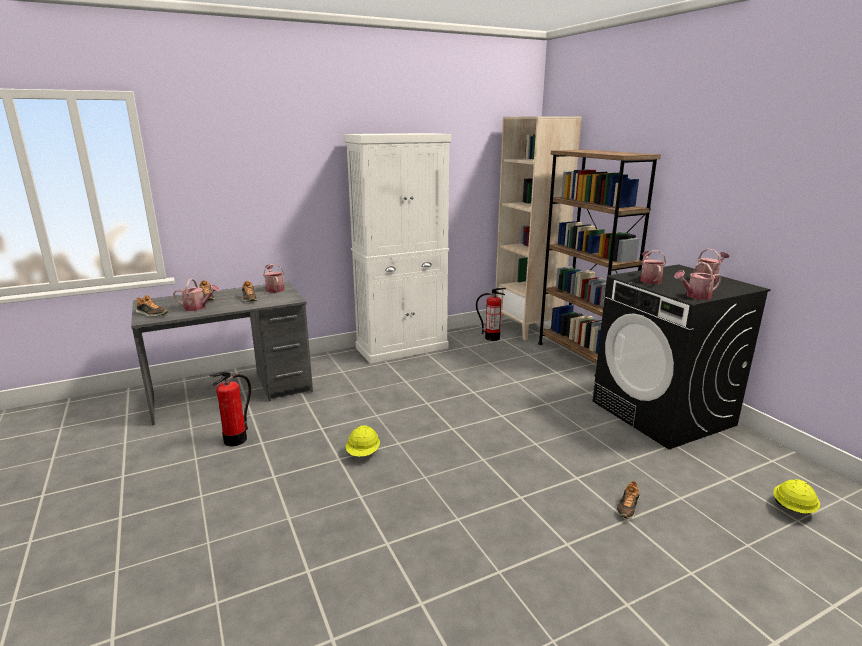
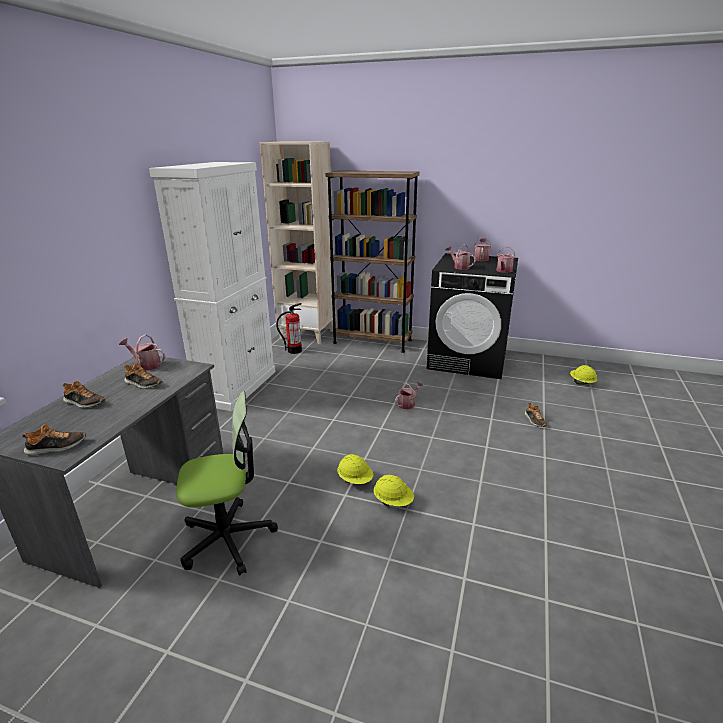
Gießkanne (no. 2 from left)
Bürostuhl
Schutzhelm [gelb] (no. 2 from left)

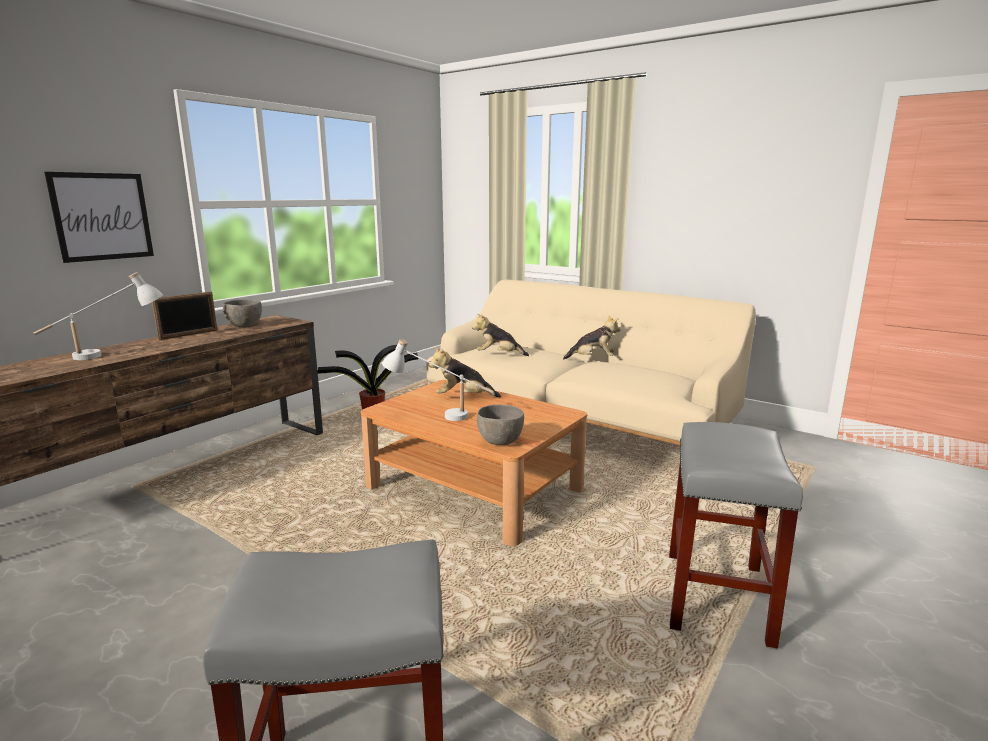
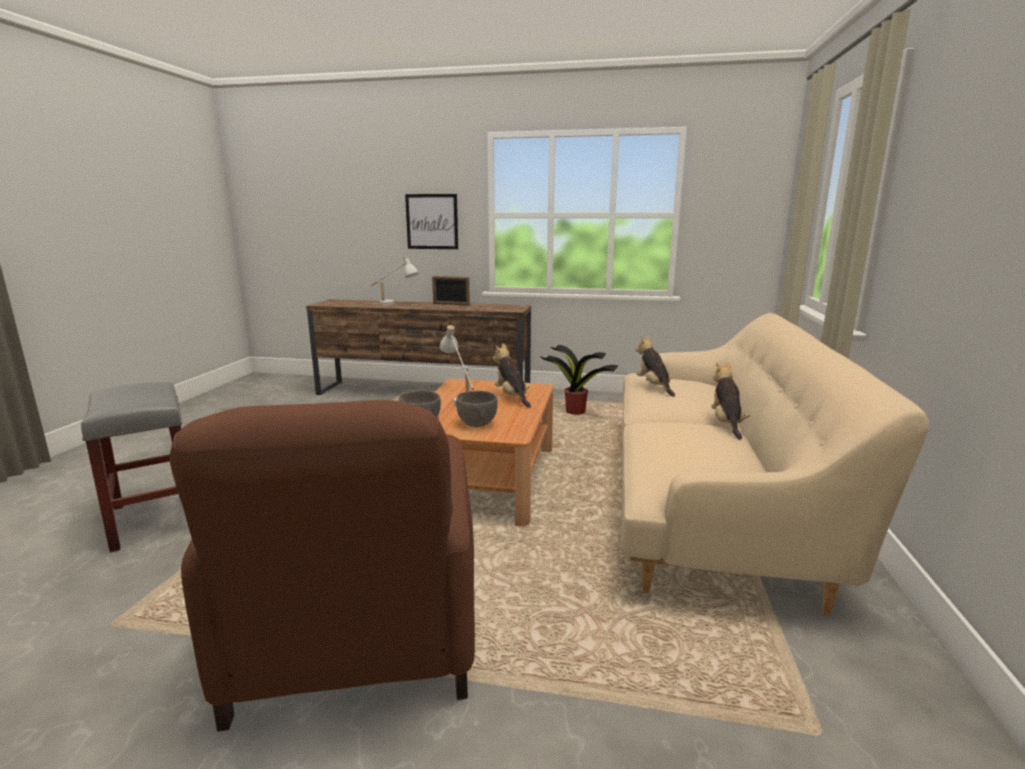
Schüssel [grau] (no. 2 from left)
Plüschtier (no. 3 from left)
Sessel [braun]

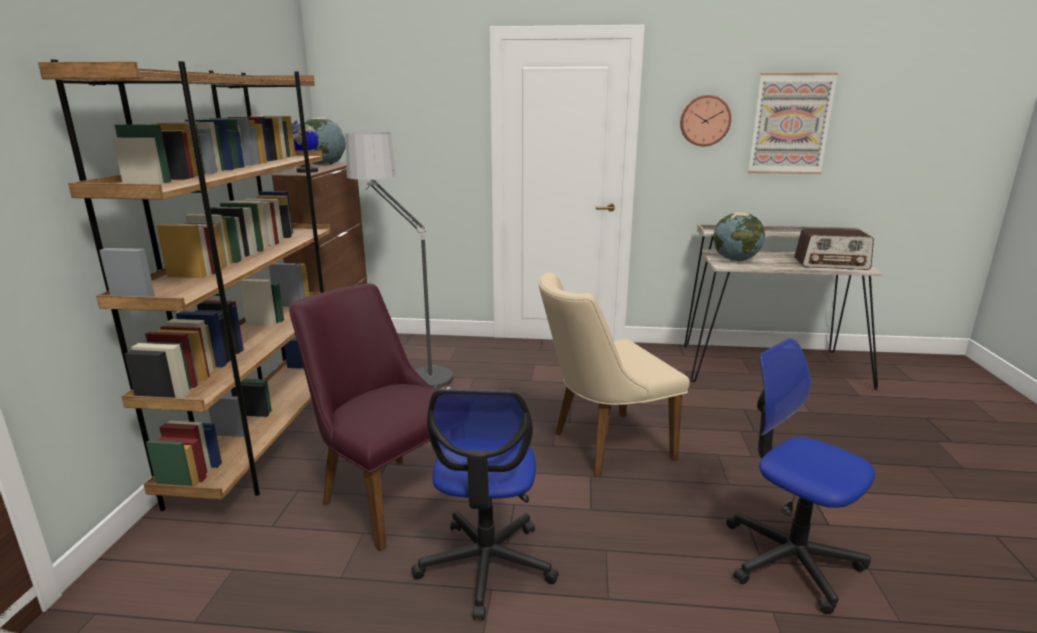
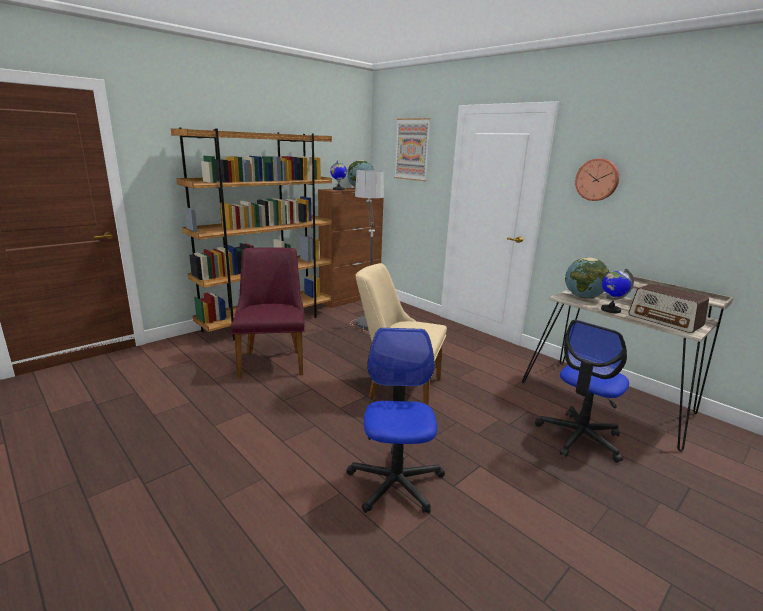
Bild
Bürostuhl (no. 2 from left)
Globus (no. 4 from left)

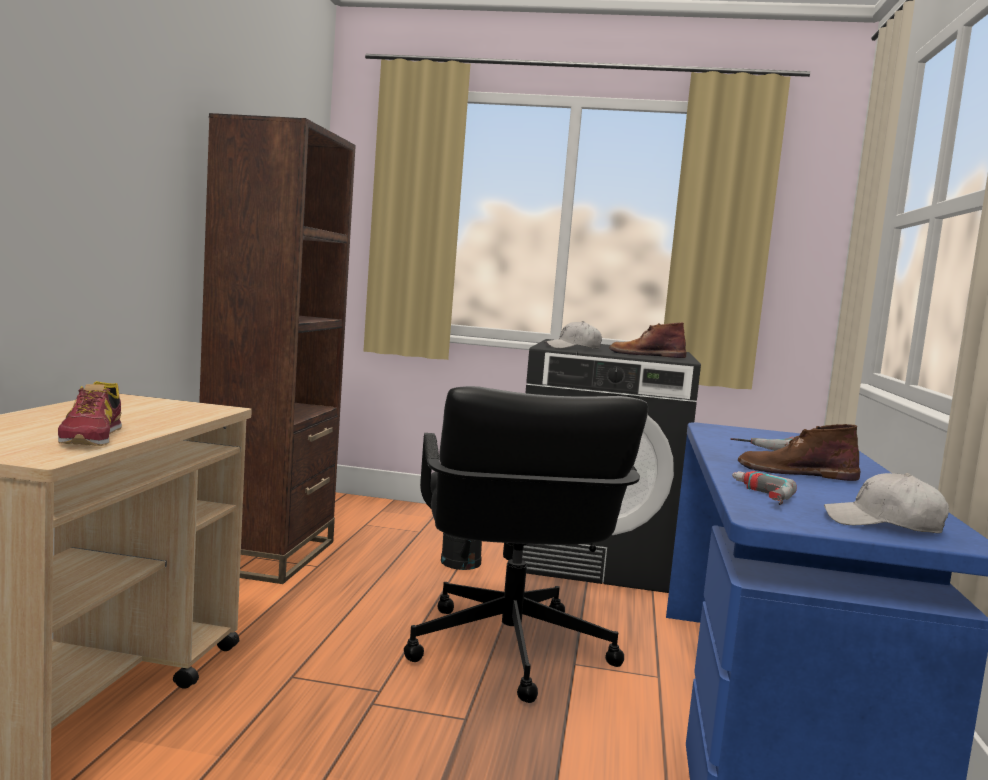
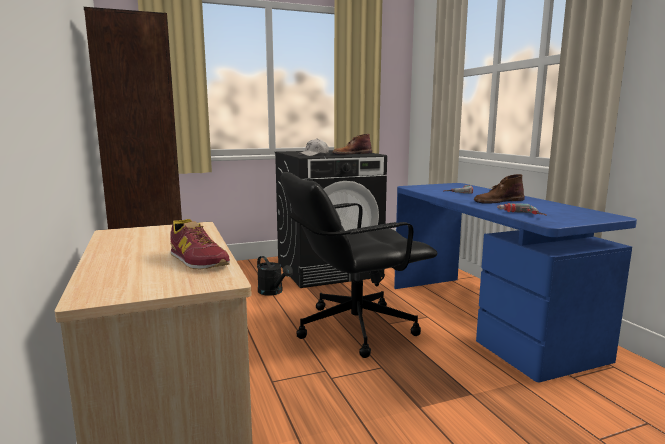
Bürostuhl [schwarz]
Kappe [weiß] (no. 2 from left in the first image)

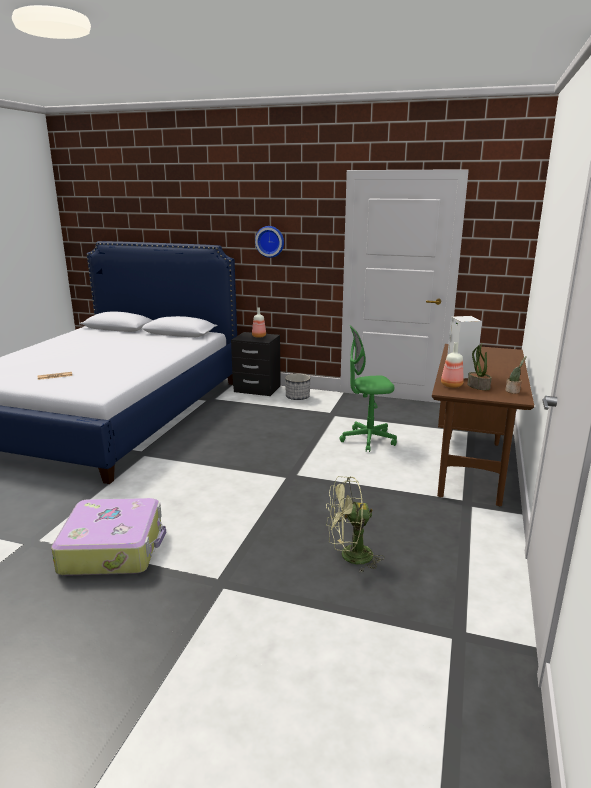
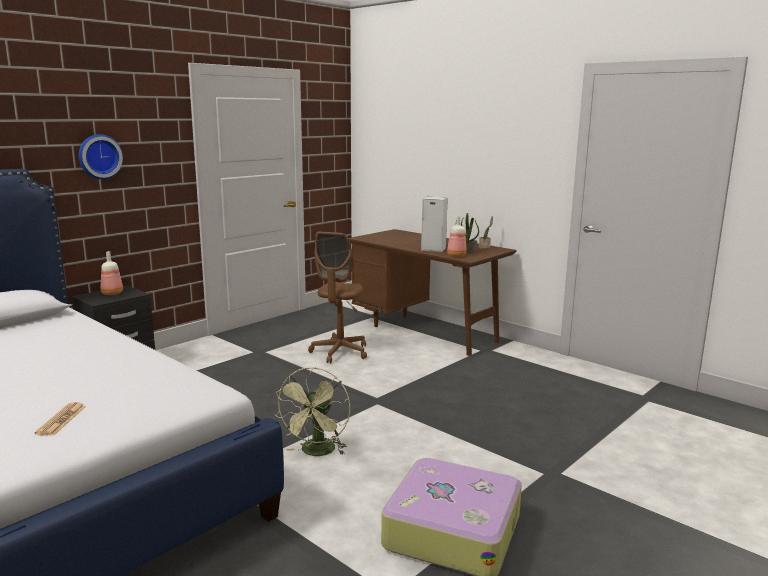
Bürostuhl [braun]
Pflanzkübel
Ventilator [grün]

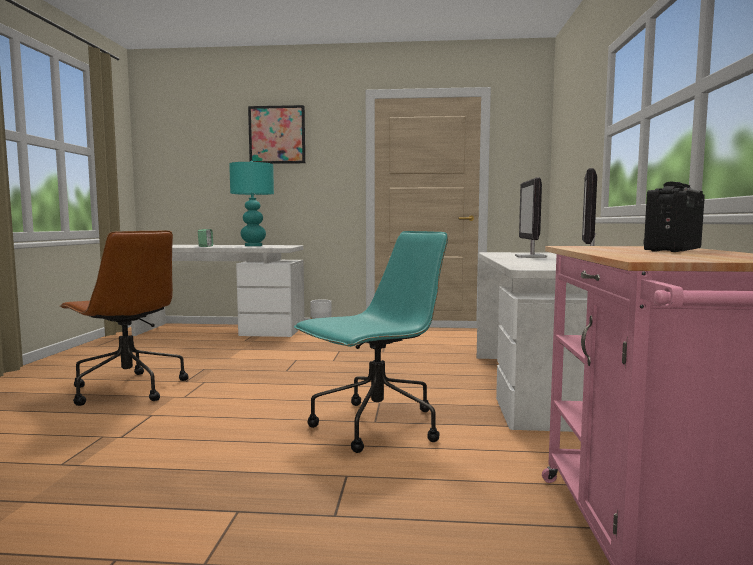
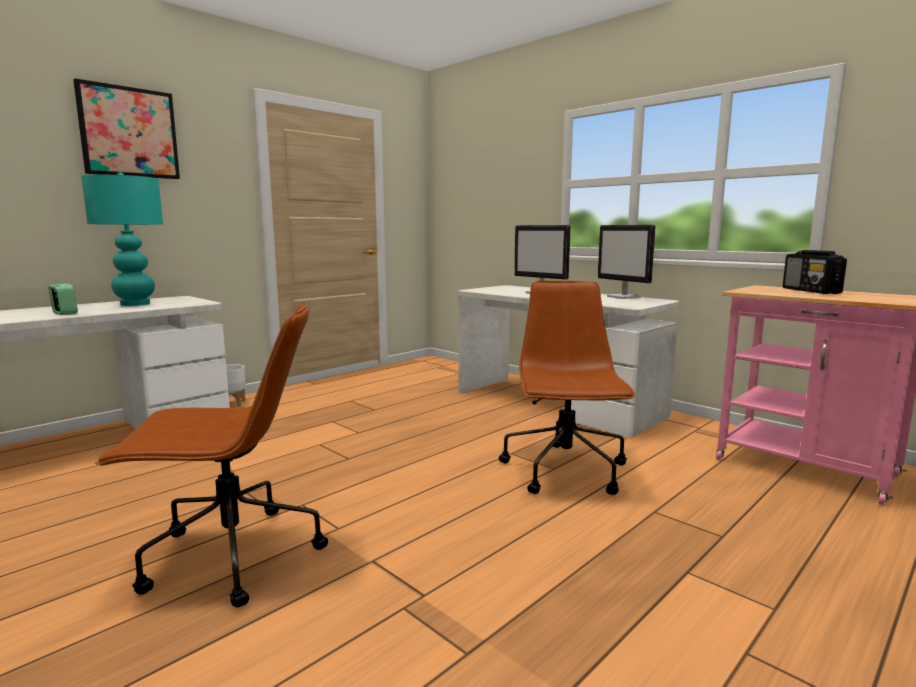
Bürostuhl [braun] (no. 2 from left)

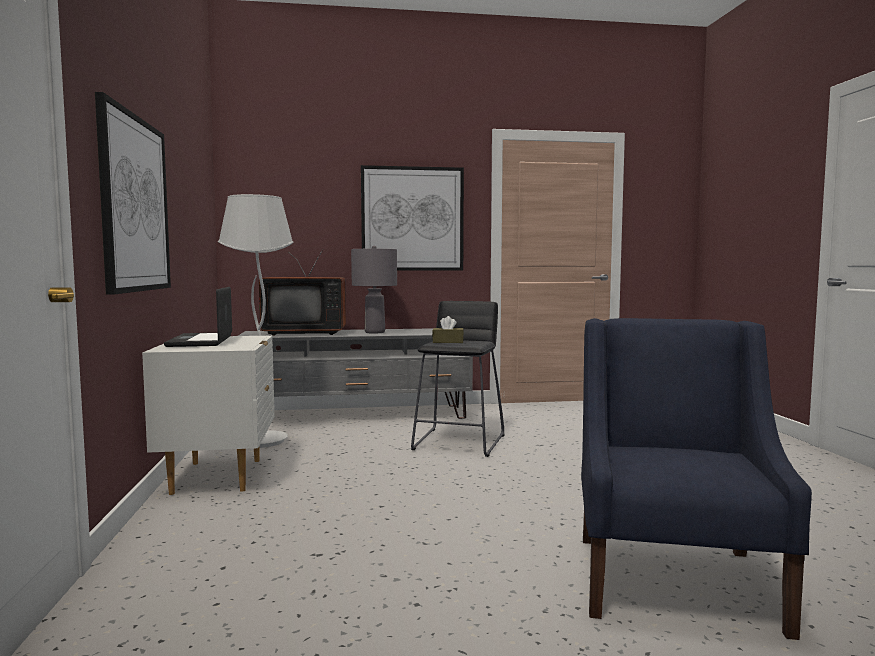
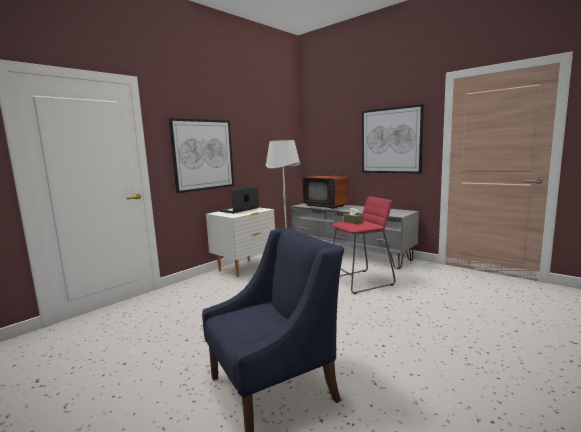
Tischlampe [grau]
Hocker [rot]

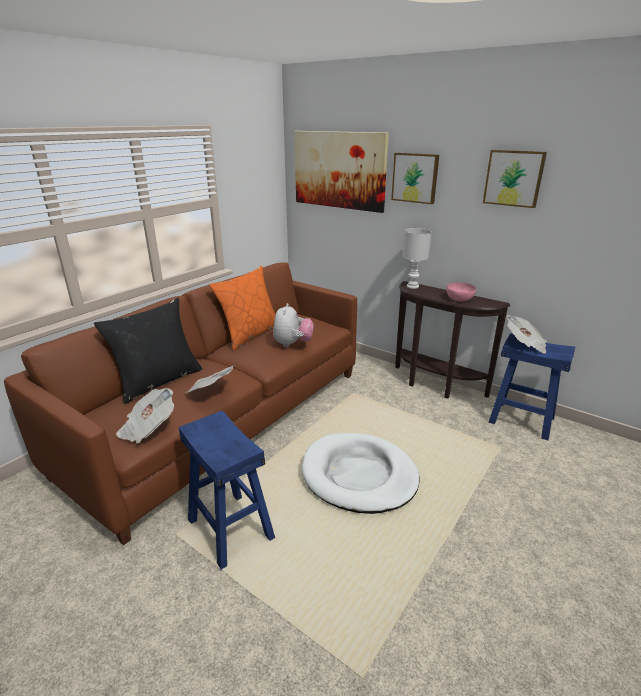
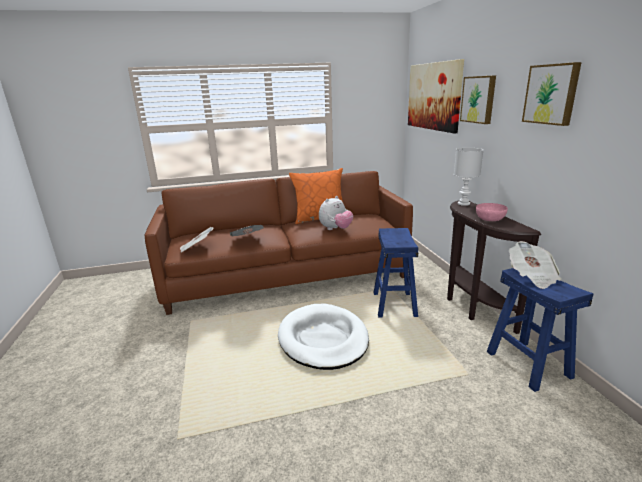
Kissen [schwarz]
Hocker [blau] (no. 1 from left)

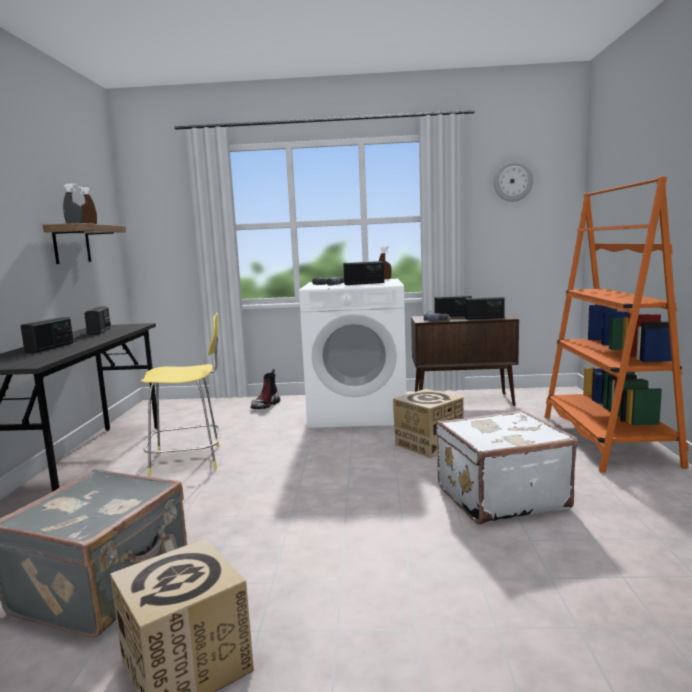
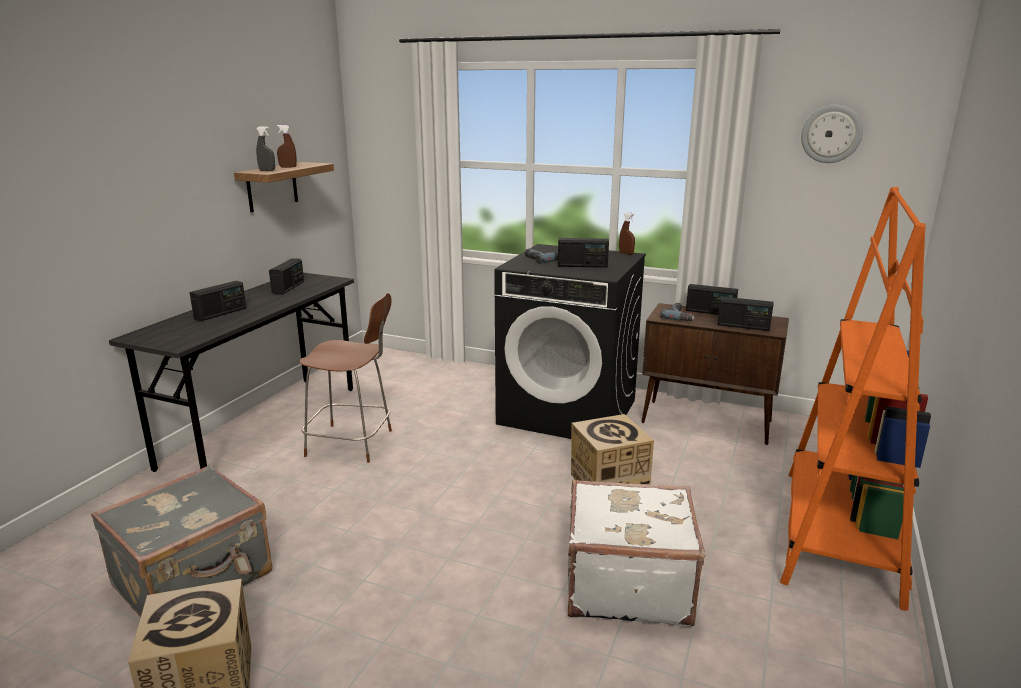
Waschmaschine [schwarz]
Hocker [braun]
Stiefel

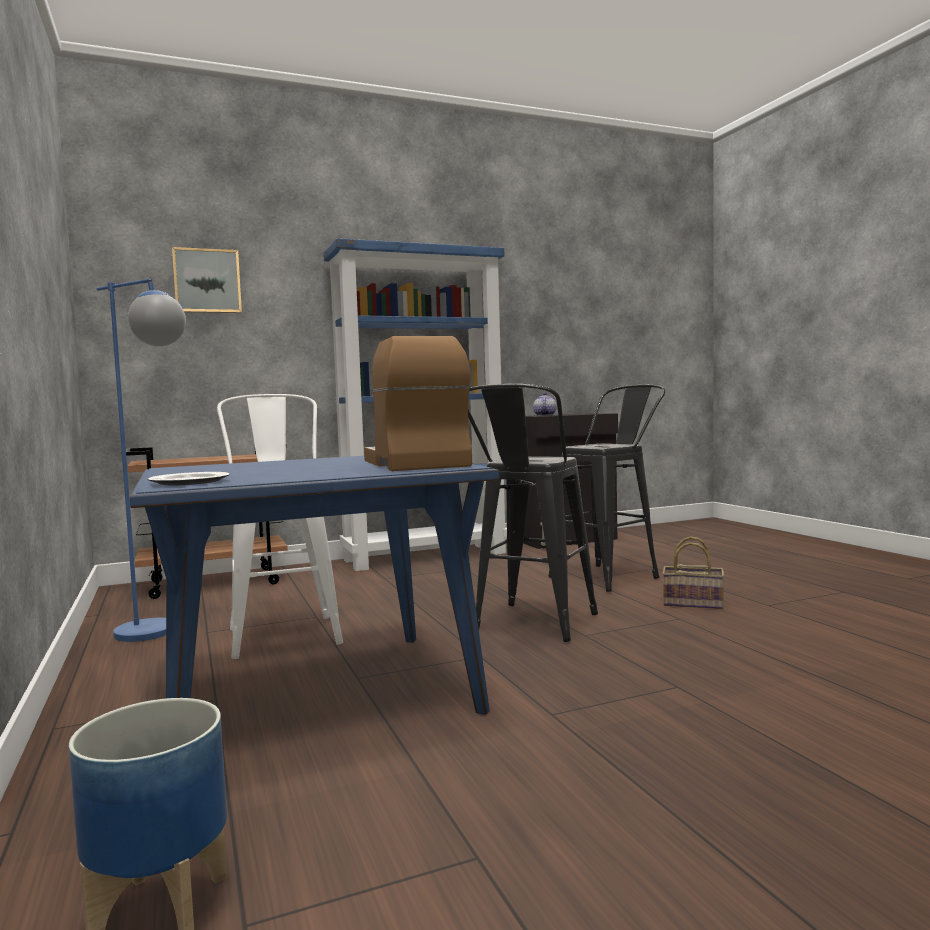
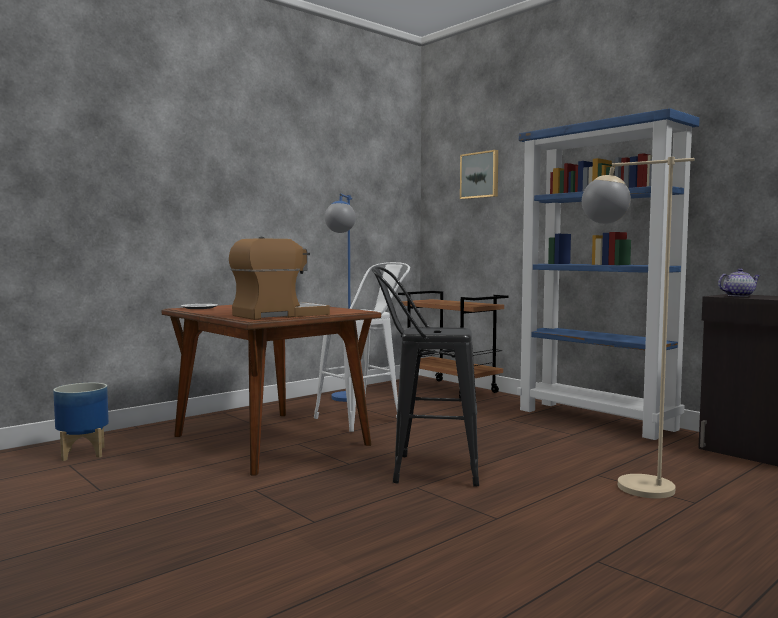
Stehlampe [beige]
Esstisch [braun]
Korb

